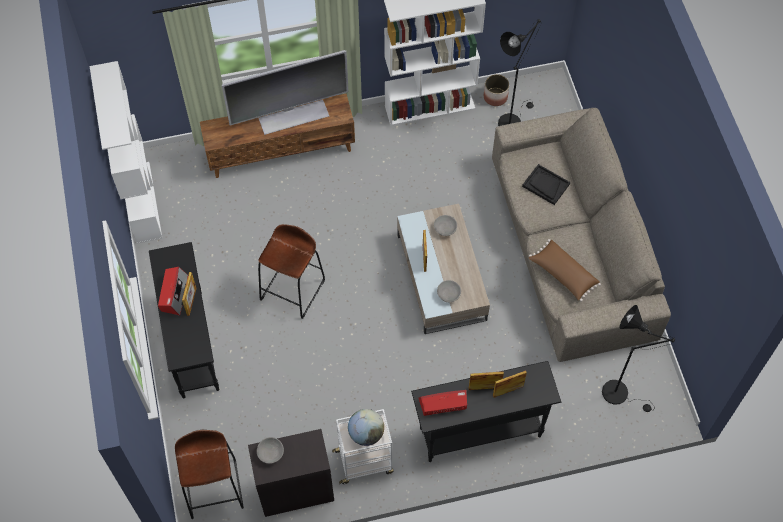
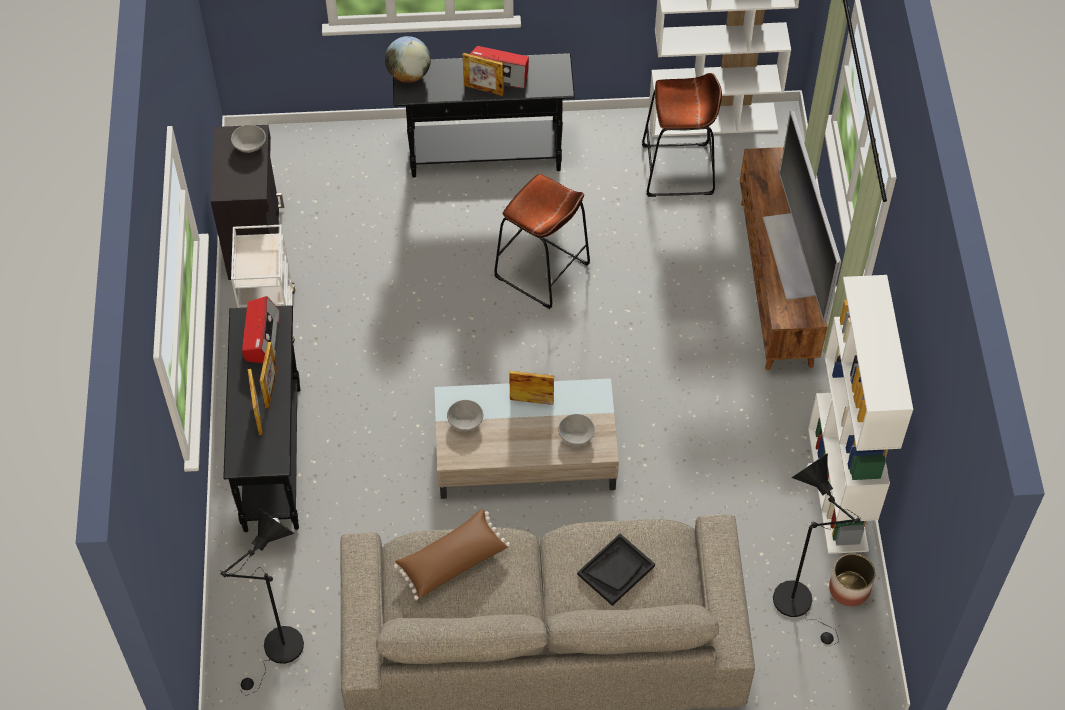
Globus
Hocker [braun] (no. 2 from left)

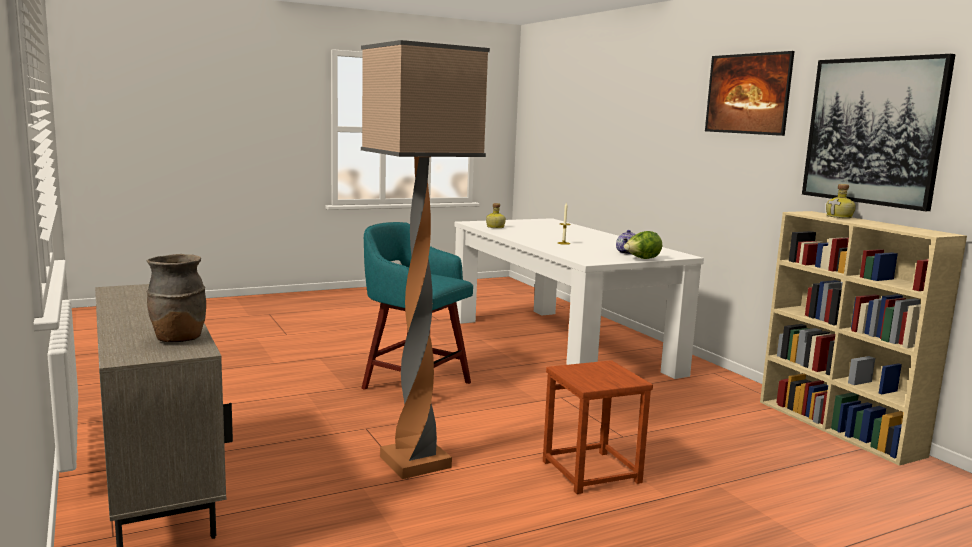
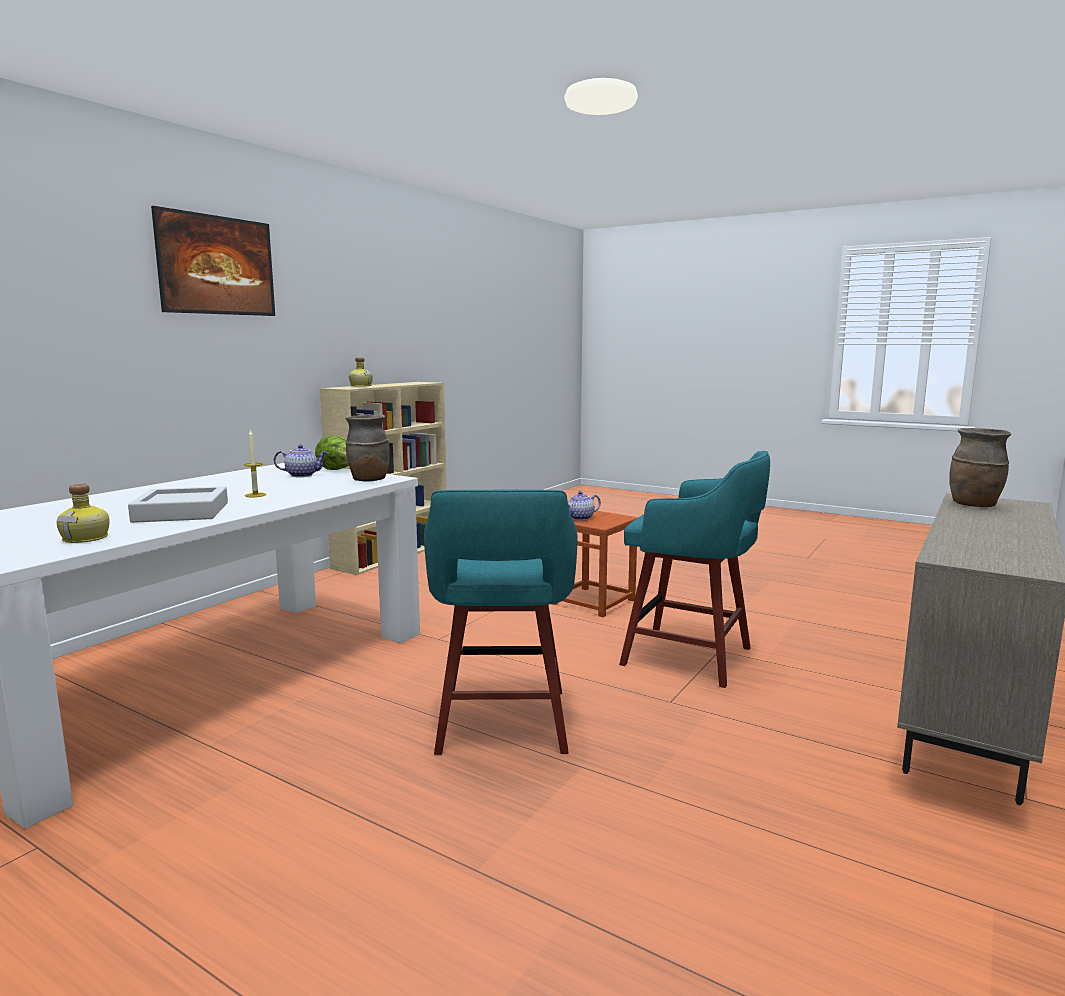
Hocker [türkis] (no. 2 from left)
Bild (no. 2 from left in the first image)
Vase [braun] (no. 1 from left)
Tablett [grau]
Teekanne (no. 2 from left)

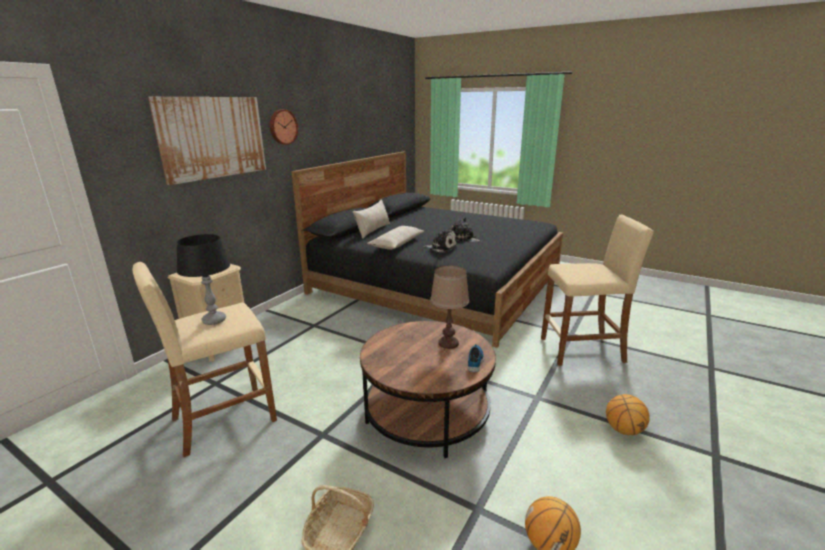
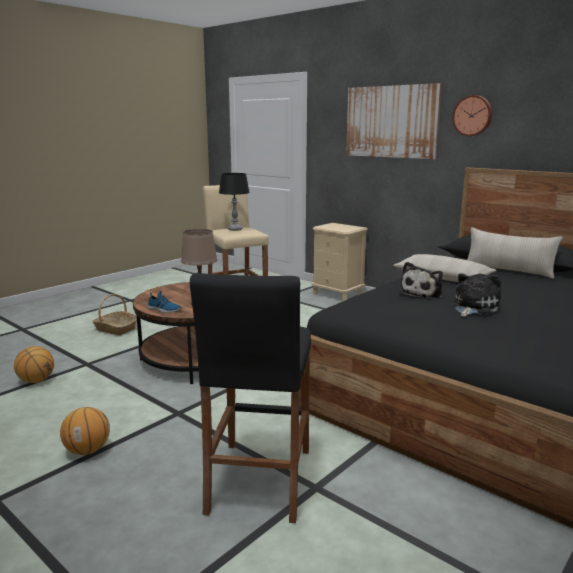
Hocker [schwarz]

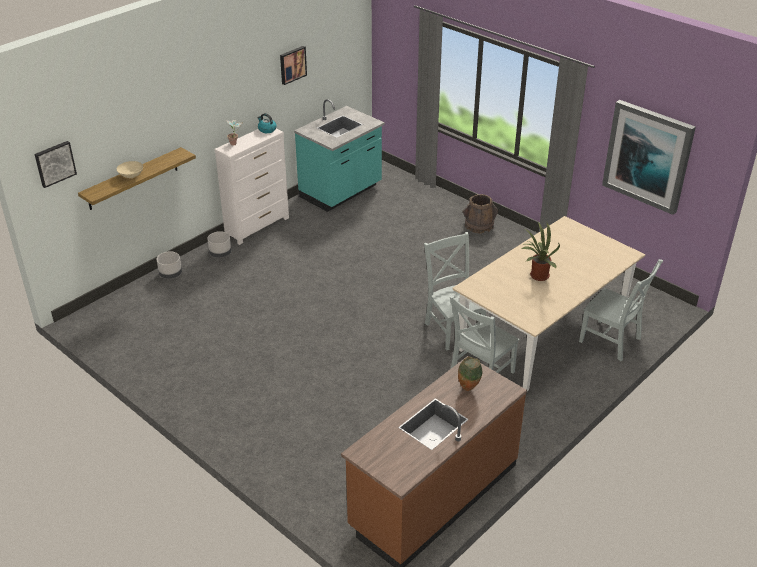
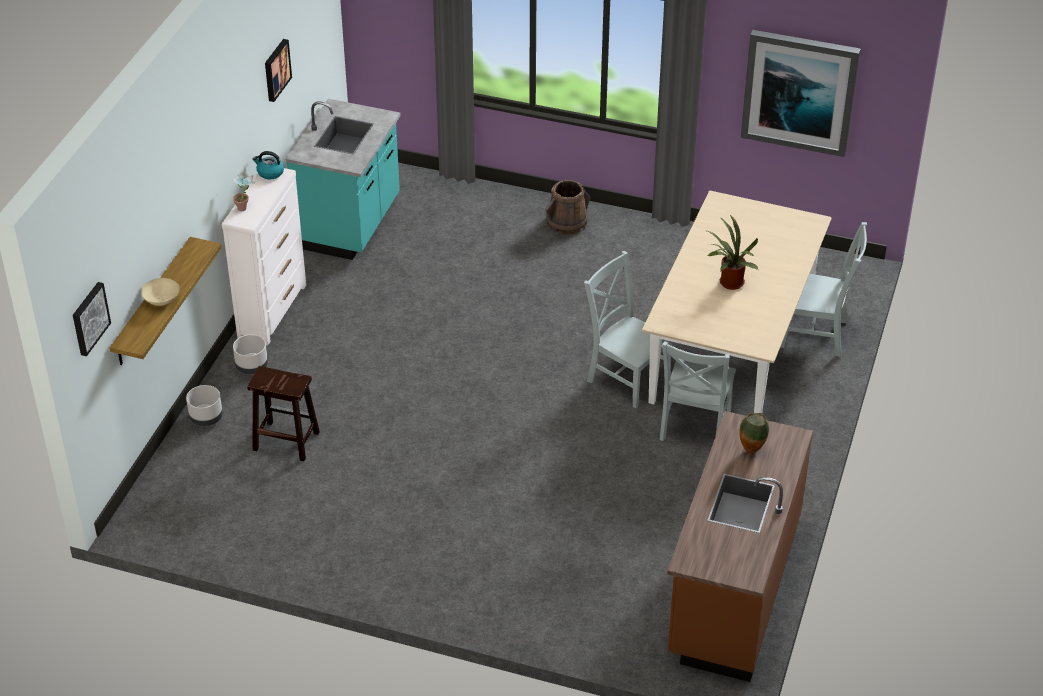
Hocker [braun]

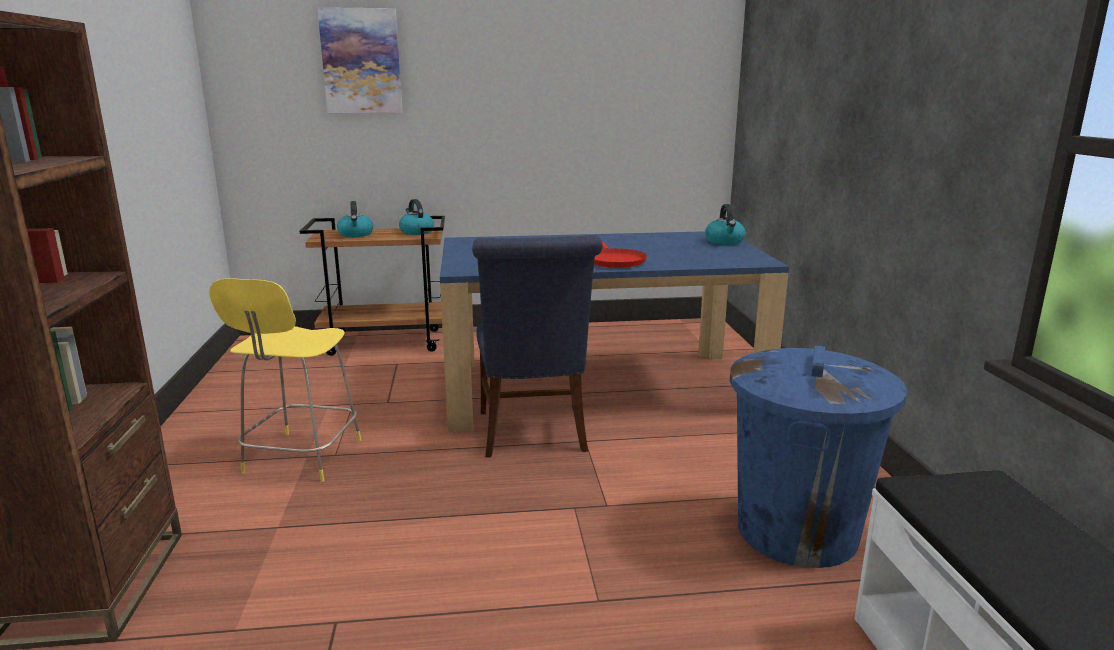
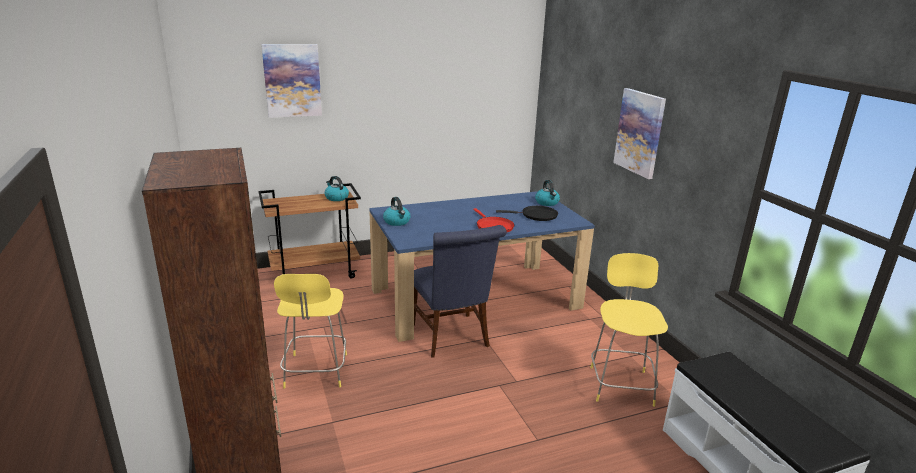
Wasserkessel (no. 2 from left)
Hocker [gelb] (no. 2 from left)
Bild (no. 2 from left)
Pfanne [schwarz]

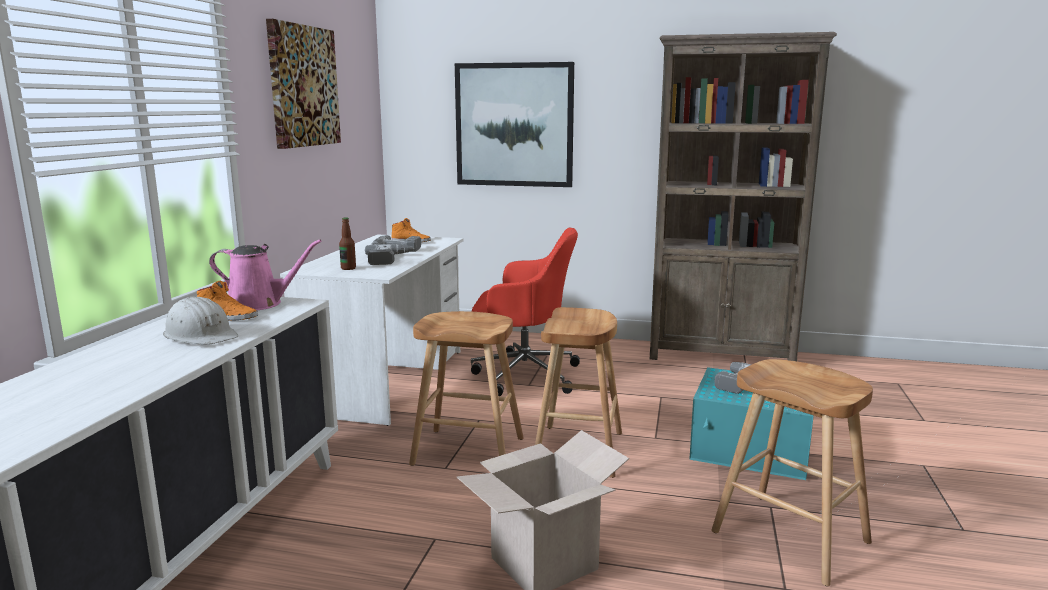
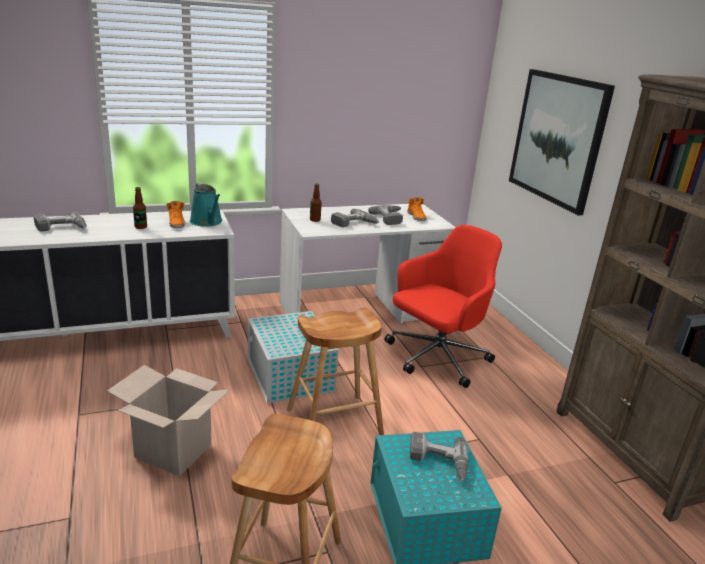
Bild (no. 1 from left in the first image)
Bürostuhl [rot]
Gießkanne [türkis]
Flasche (no. 1 from left)
Aufbewahrungsbox [weiß]
Bohrmaschine (no. 1 from left)

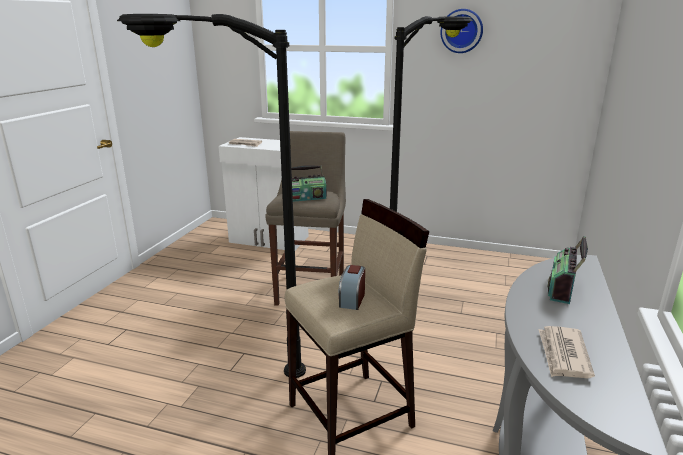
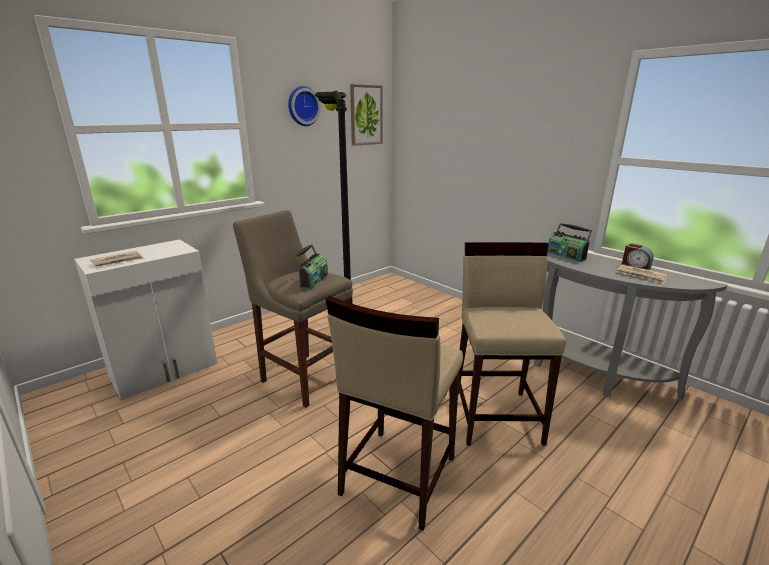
Hocker [beige] (no. 2 from left)
Wecker
Bild

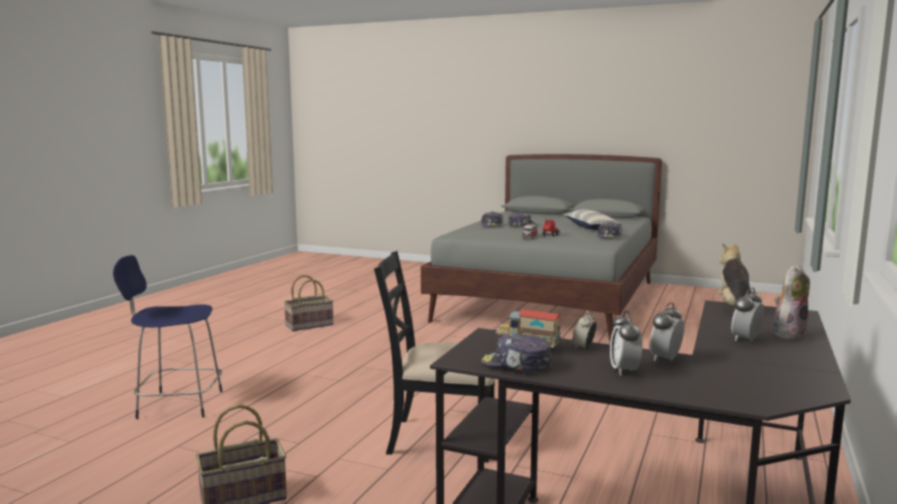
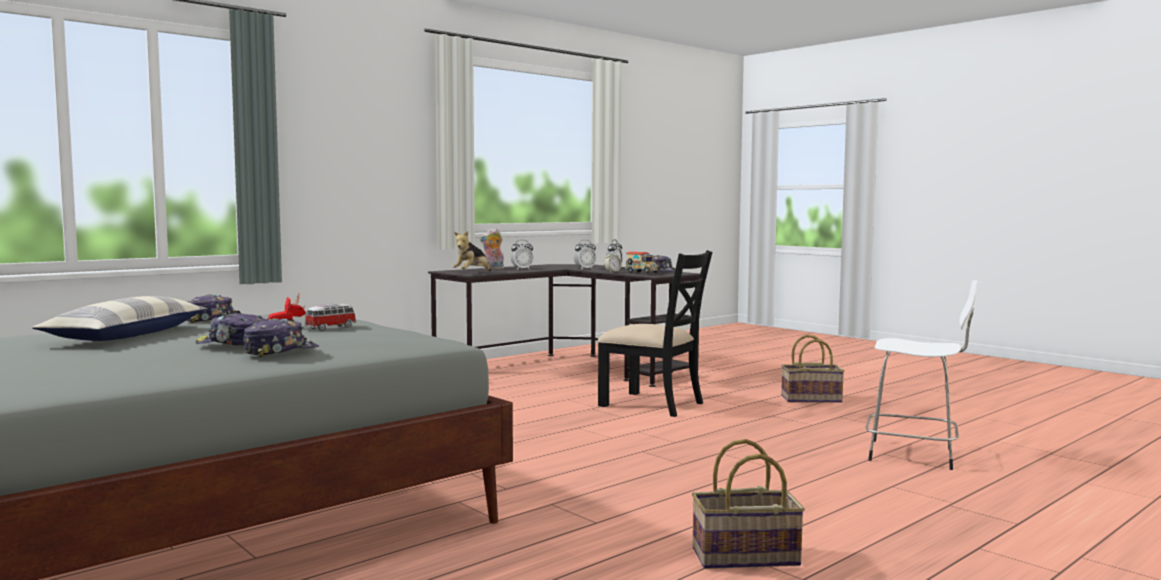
Hocker [weiß]

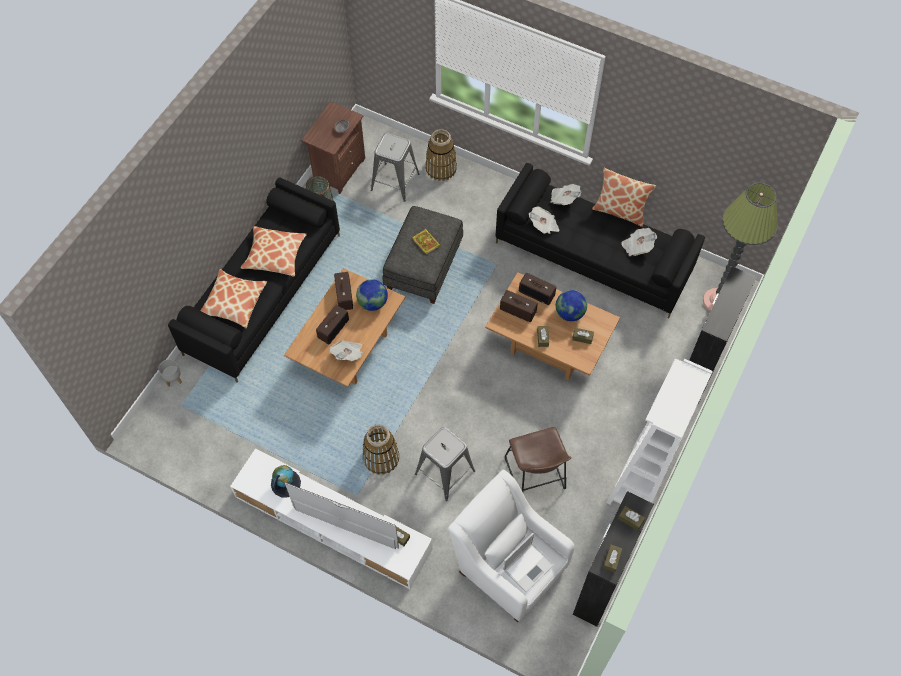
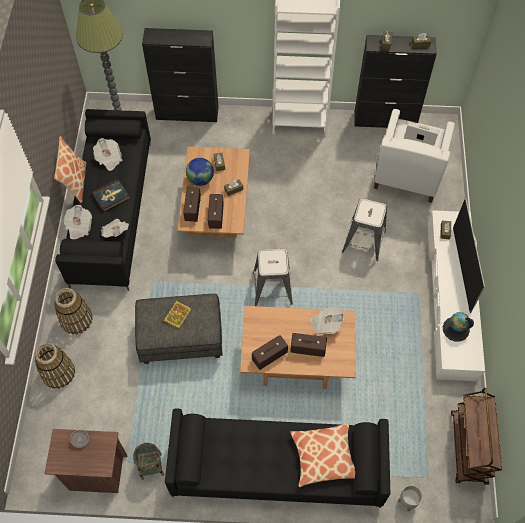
Hocker [grau] (no. 1 from left)
Kissen (no. 2 from left in the first image)
Globus (no. 2 from left in the first image)
Korb (no. 2 from left)
Hocker [braun]
Buch (no. 1 from left)
Rollwagen [braun]

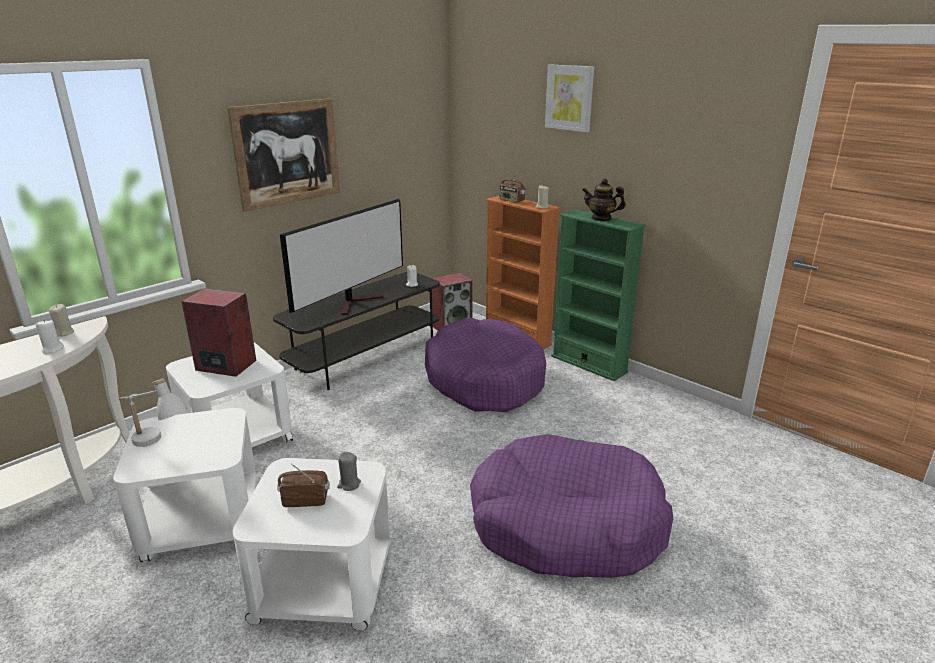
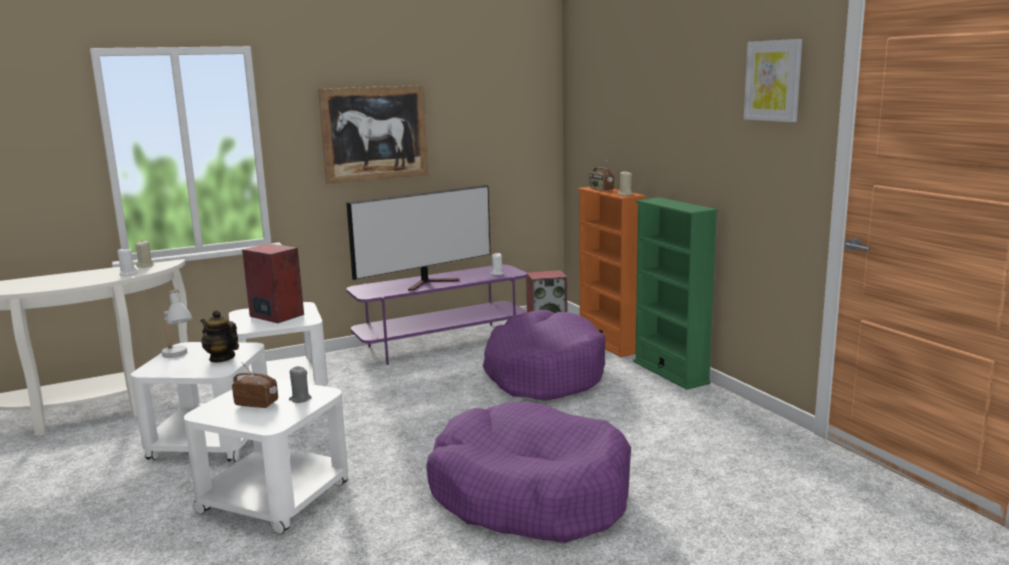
Bild (no. 2 from left)
Teekanne
Fernsehschrank [lila]

